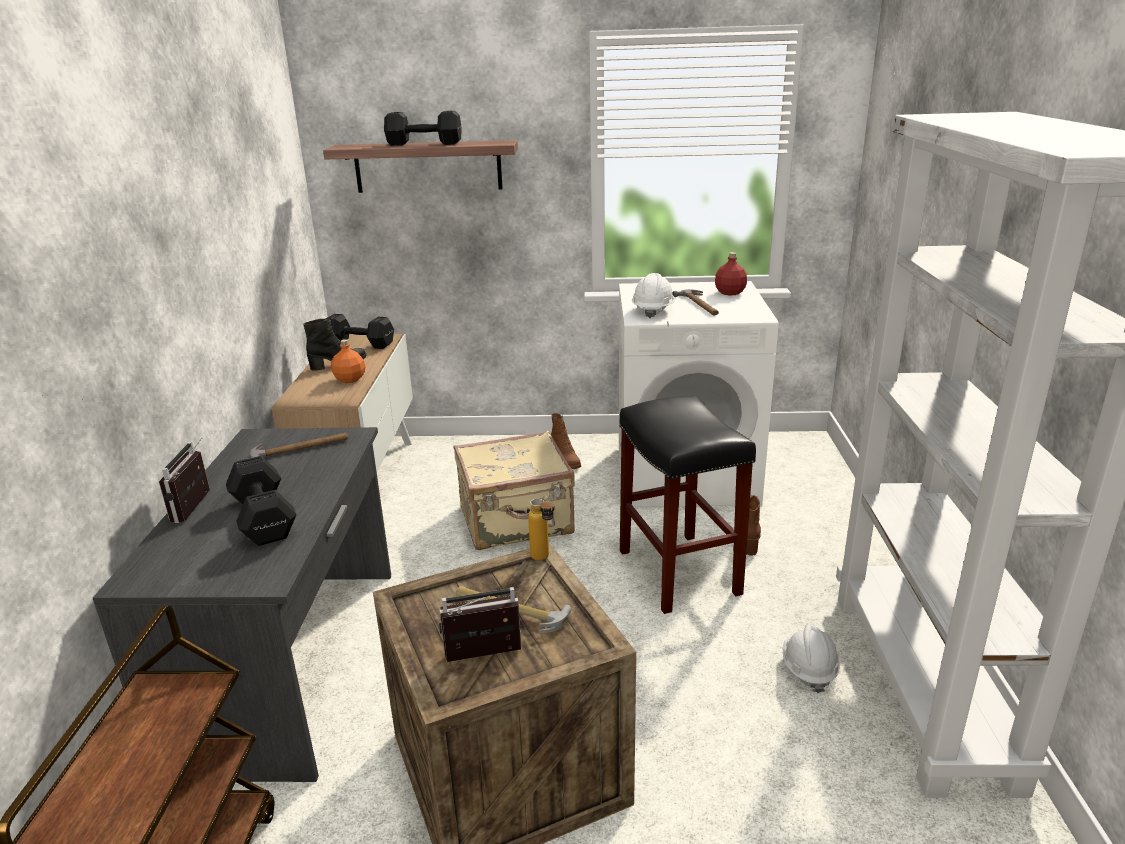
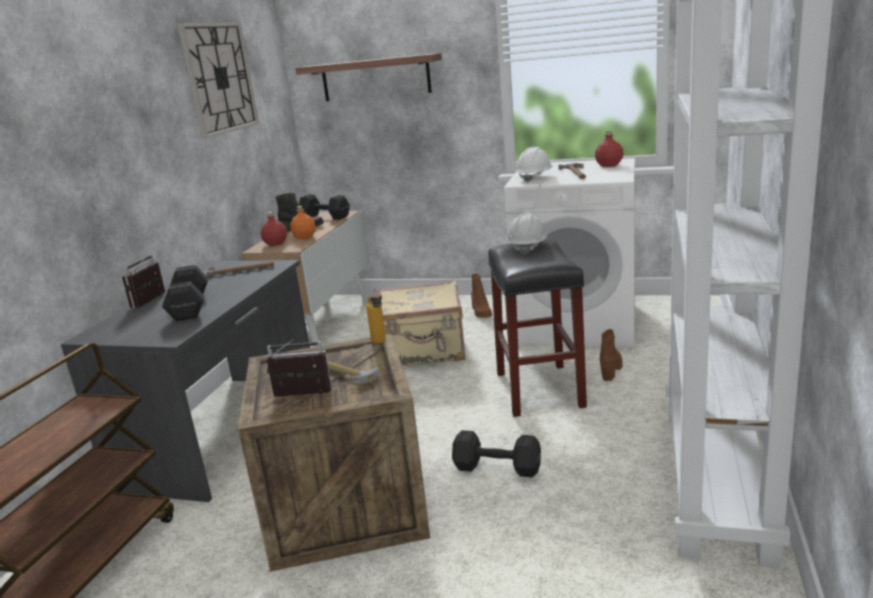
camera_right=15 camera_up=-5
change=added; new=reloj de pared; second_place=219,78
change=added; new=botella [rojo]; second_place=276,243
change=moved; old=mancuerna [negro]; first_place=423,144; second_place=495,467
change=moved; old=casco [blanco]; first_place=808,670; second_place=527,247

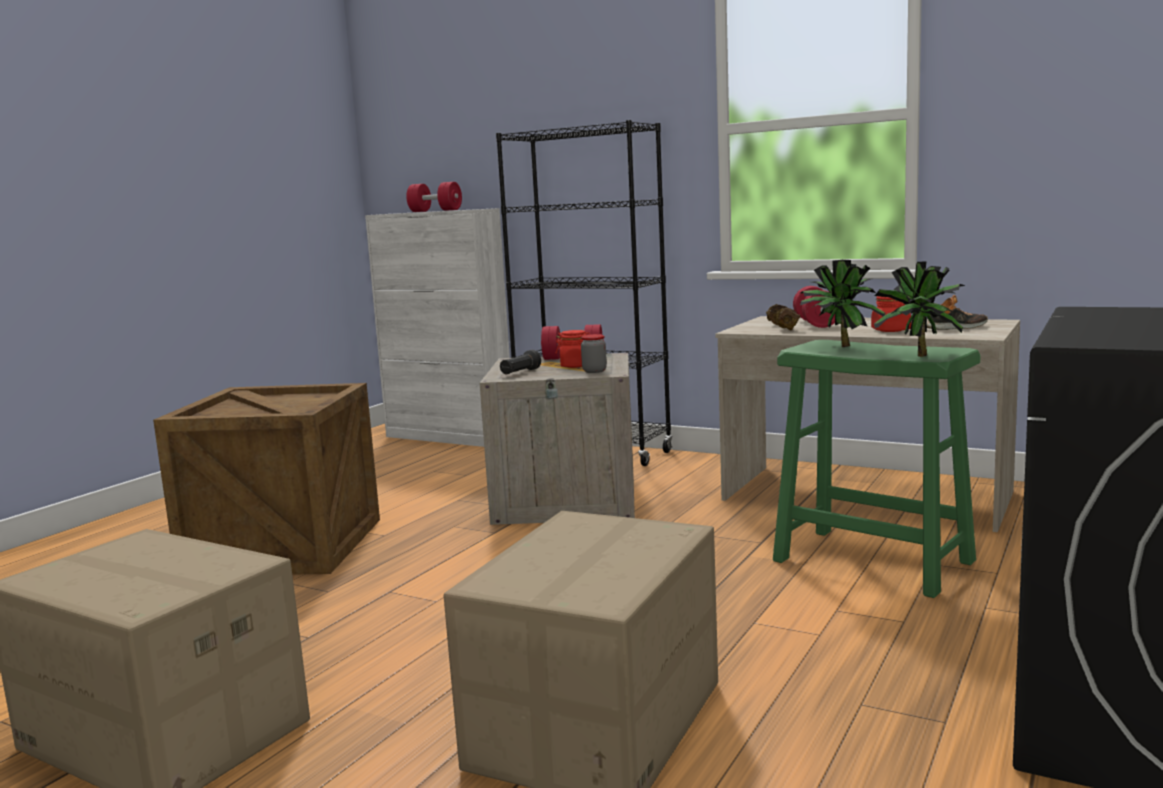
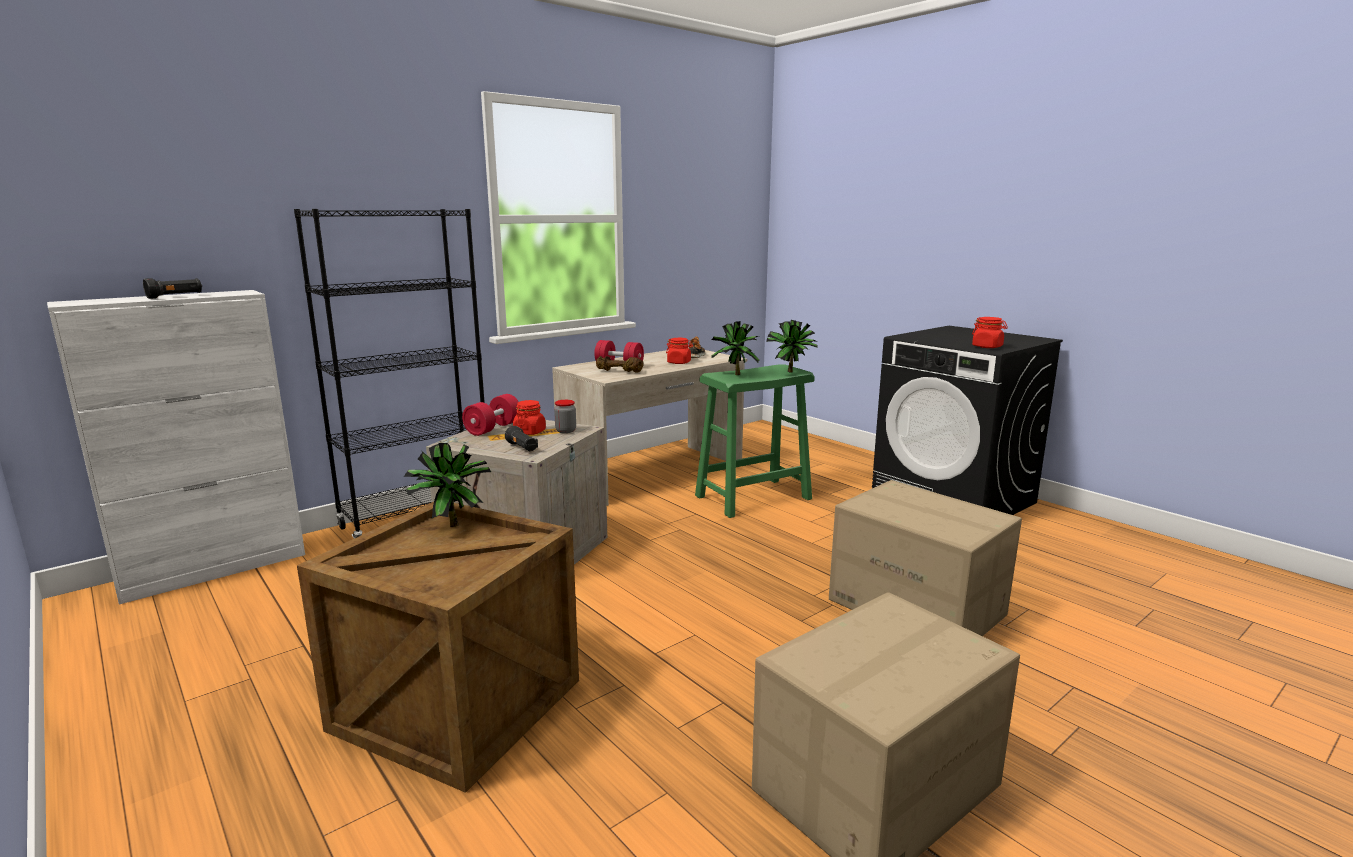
camera_right=-70 camera_up=5
change=replaced; old=mancuerna [rojo]; new=linterna [negro]; first_place=435,211; second_place=175,296
change=added; new=planta en maceta; second_place=450,524
change=added; new=tarro [rojo]; second_place=987,347

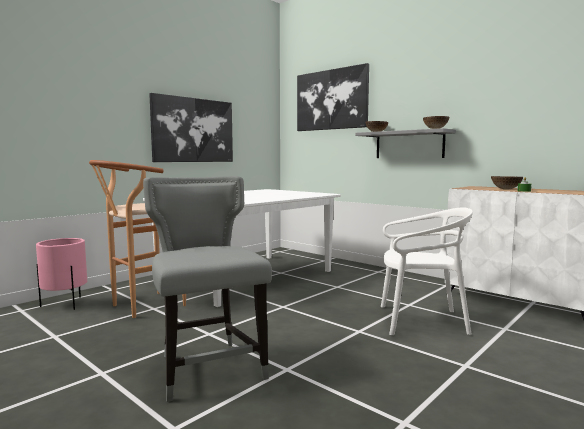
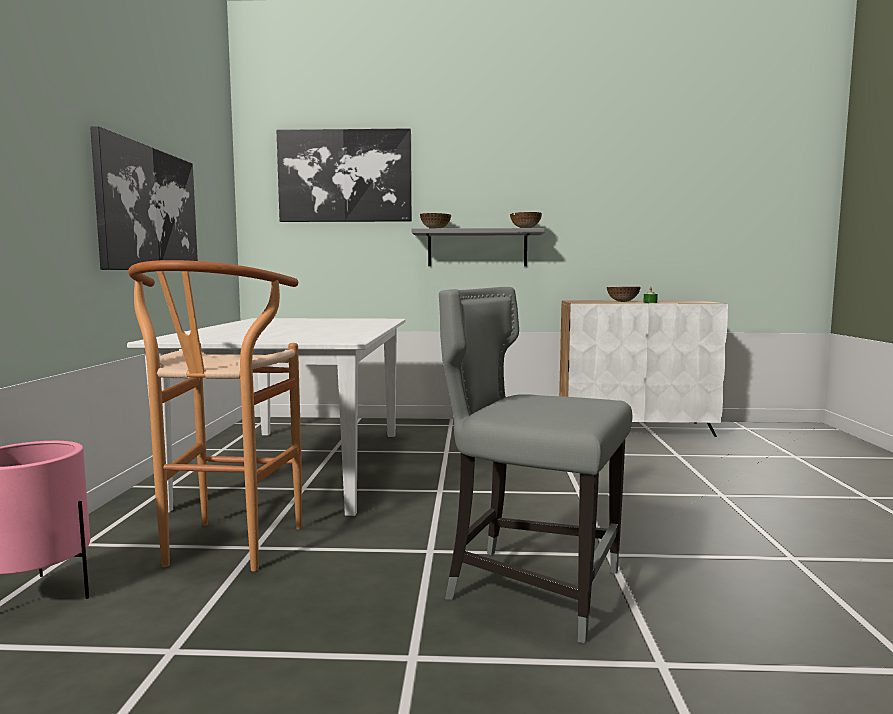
camera_right=-40 camera_up=0
change=removed; old=silla [blanco]; first_place=421,321

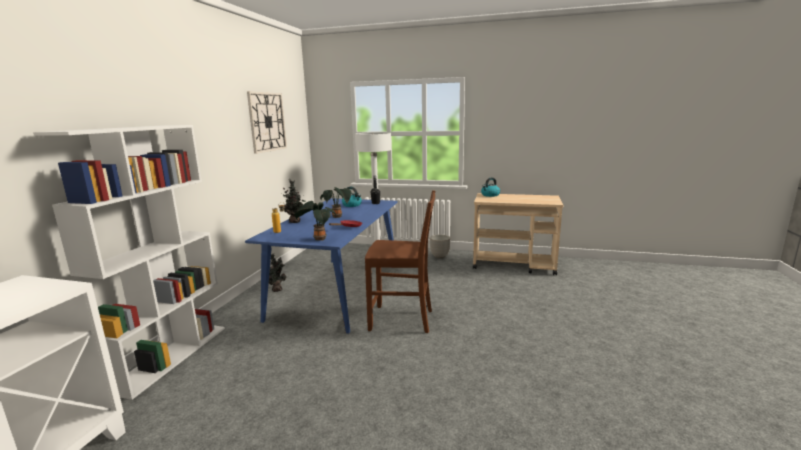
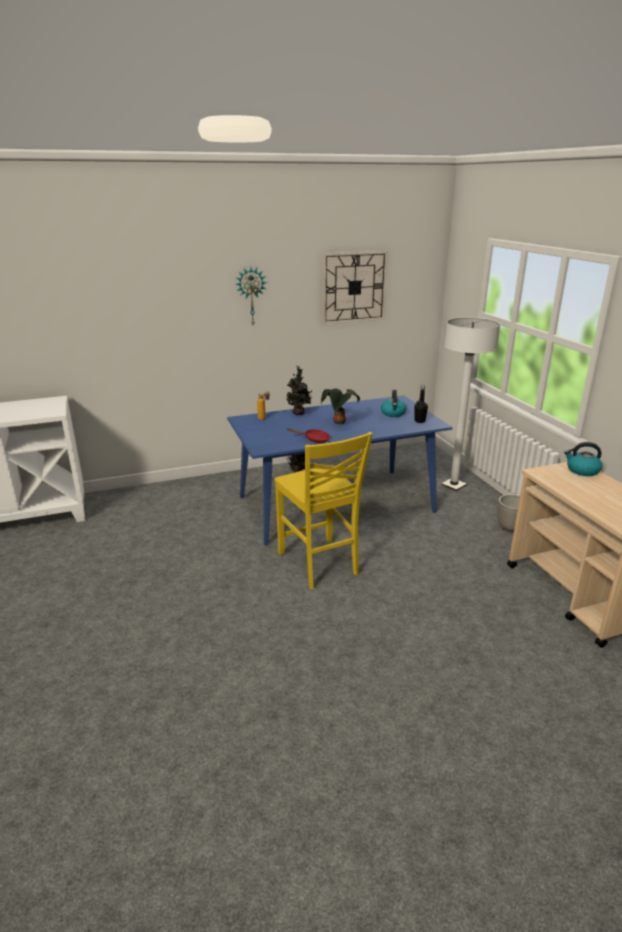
camera_right=55 camera_up=10
change=added; new=reloj de pared; second_place=251,296
change=recoloured; old=silla [marrón]; new=silla [amarillo]; first_place=402,320; second_place=319,564
change=removed; old=estantería [blanco]; first_place=170,356
change=removed; old=planta en maceta; first_place=318,239

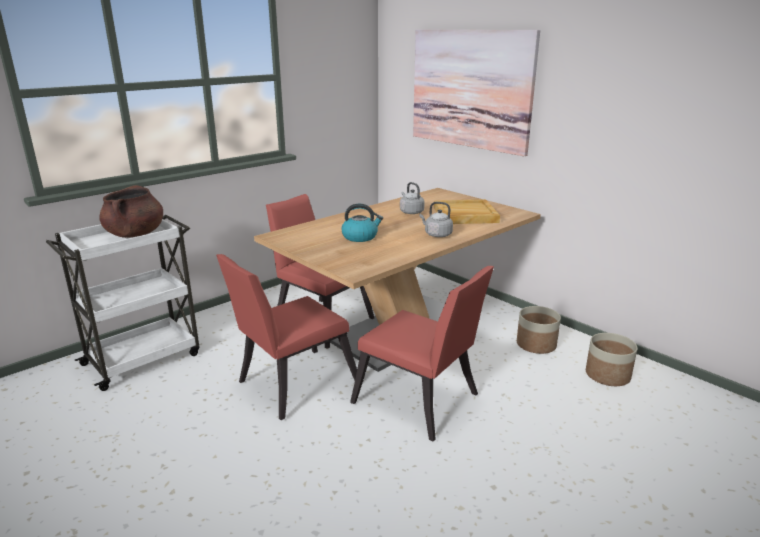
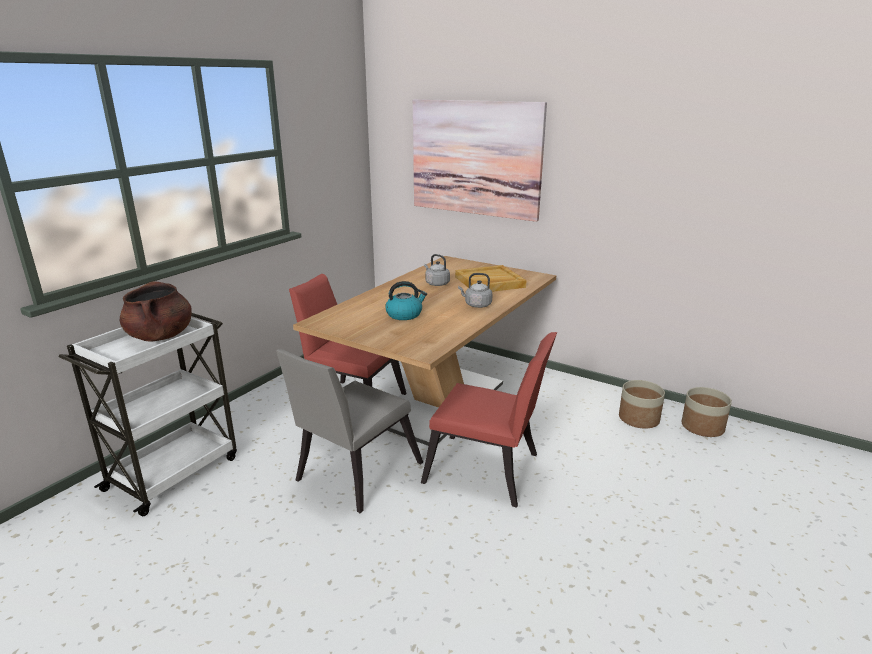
camera_right=-15 camera_up=0
change=recoloured; old=silla [rojo]; new=silla [gris]; first_place=292,385; second_place=353,475
change=moved; old=maceta; first_place=536,344; second_place=702,427

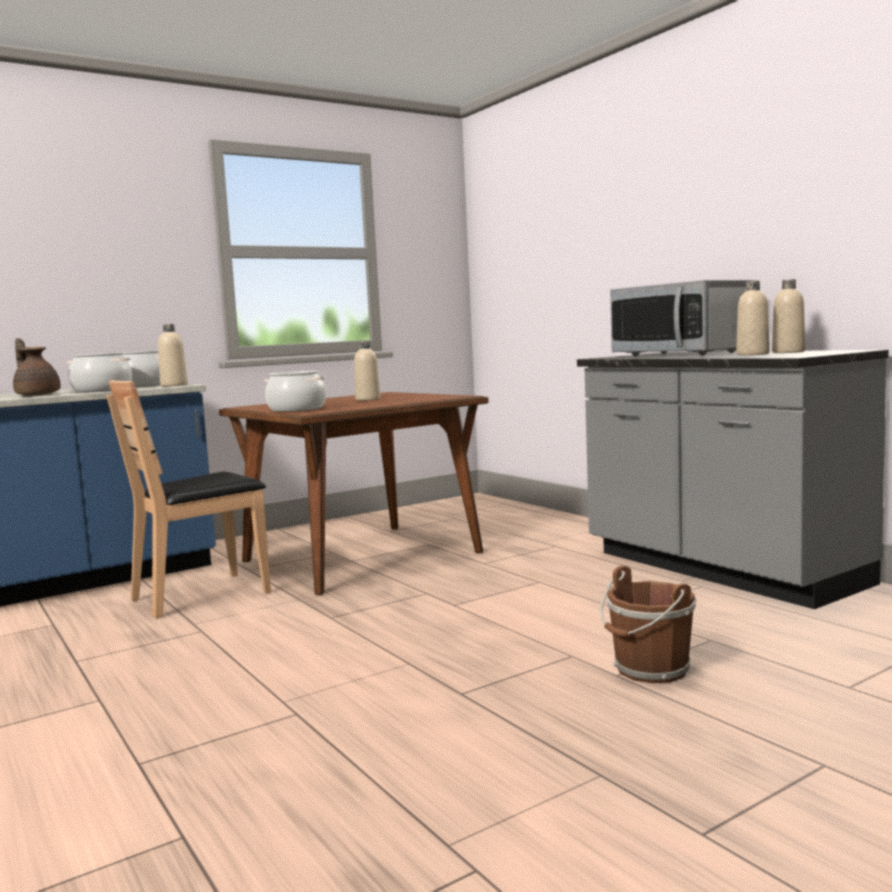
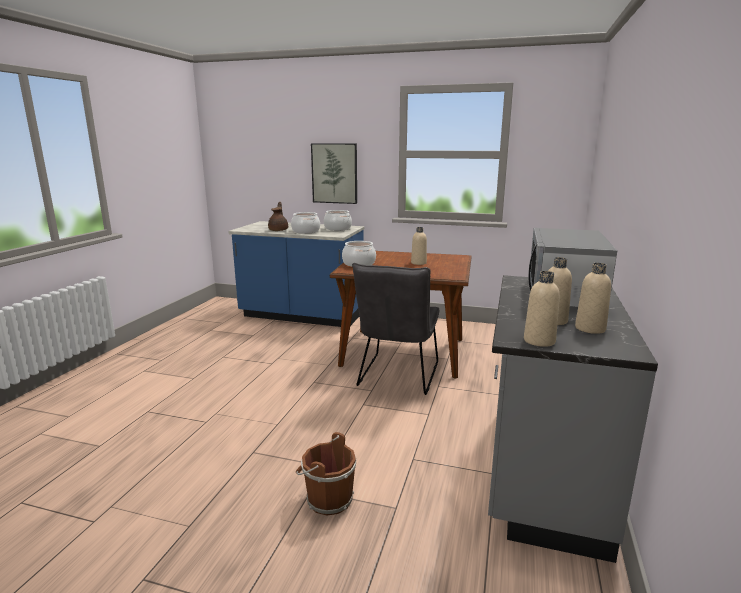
camera_right=50 camera_up=10
change=added; new=cuadro; second_place=334,173
change=added; new=silla [gris]; second_place=397,377
change=moved; old=botella [beis]; first_place=174,385; second_place=539,341
change=removed; old=silla [marrón]; first_place=202,595

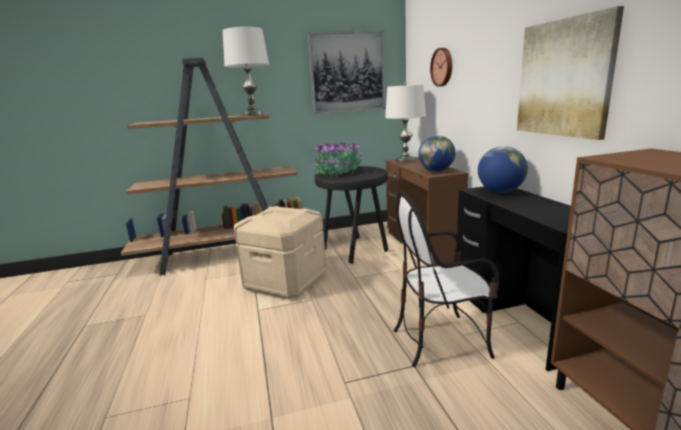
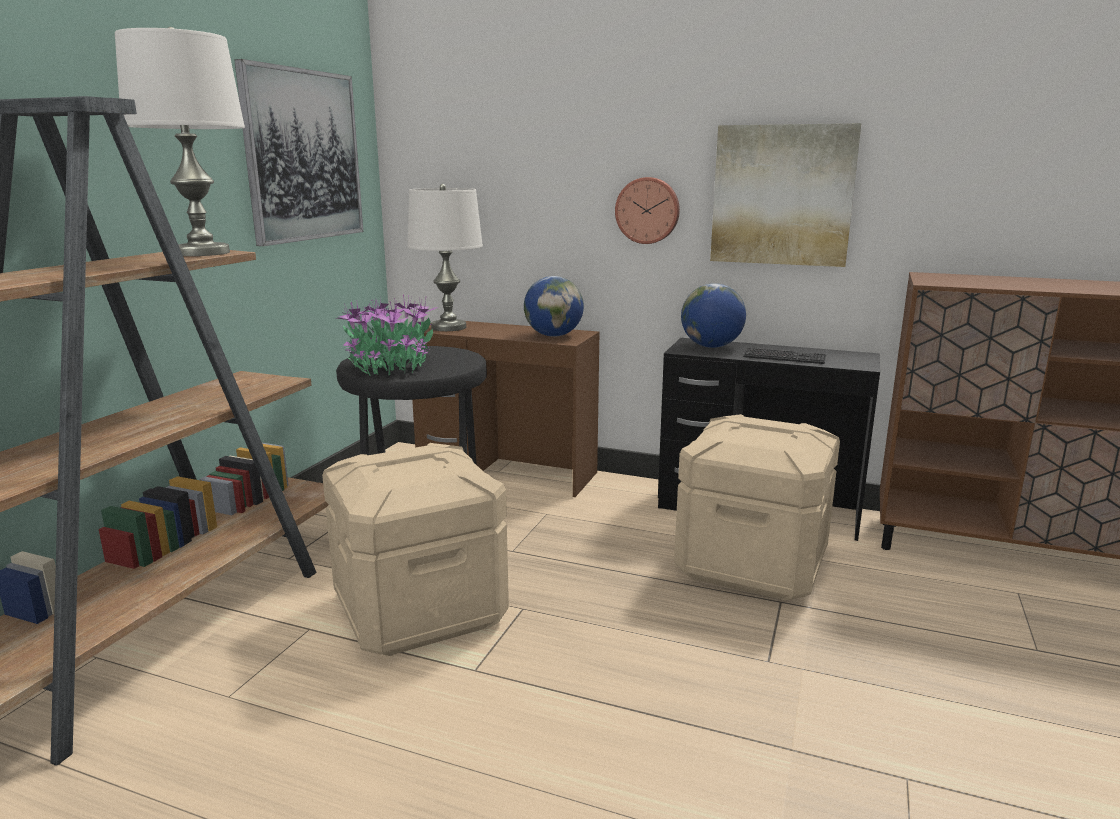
camera_right=-55 camera_up=0
change=moved; old=reloj de pared; first_place=442,67; second_place=648,210
change=replaced; old=silla; new=caja de almacenaje [beis]; first_place=441,340; second_place=750,565
change=added; new=teclado; second_place=784,358

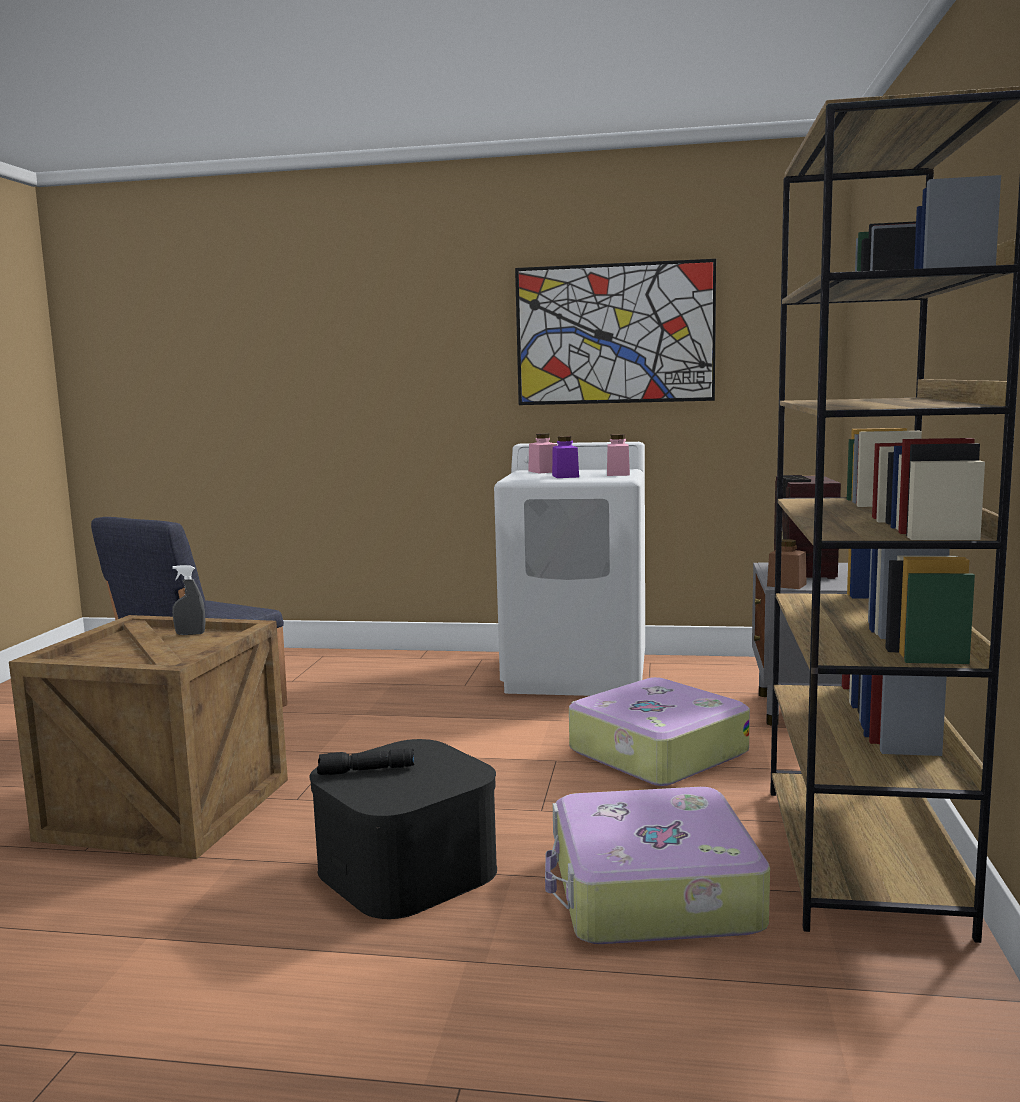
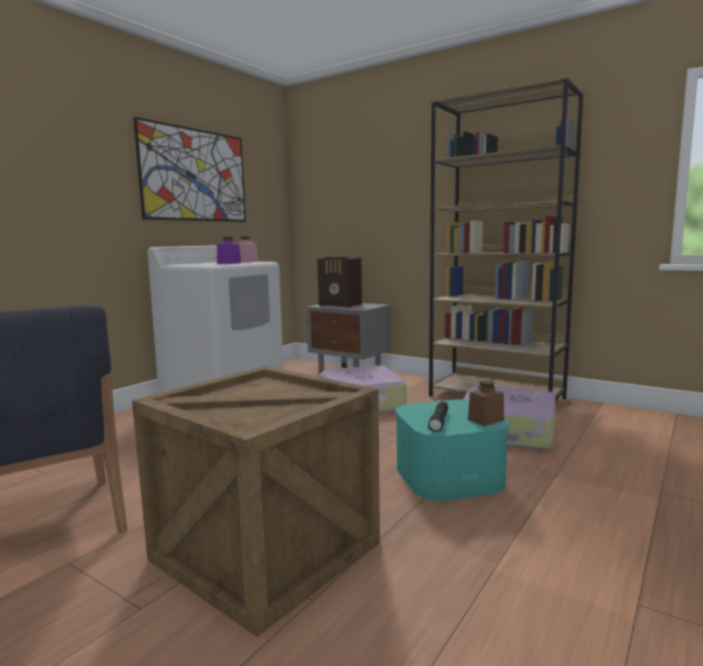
camera_right=-65 camera_up=0
change=recoloured; old=caja de almacenaje [negro]; new=caja de almacenaje [turquesa]; first_place=408,869; second_place=449,475
change=moved; old=tarro [marrón]; first_place=786,585; second_place=485,420
change=removed; old=pulverizador [gris]; first_place=190,634
change=removed; old=tarro [rosa]; first_place=543,471

